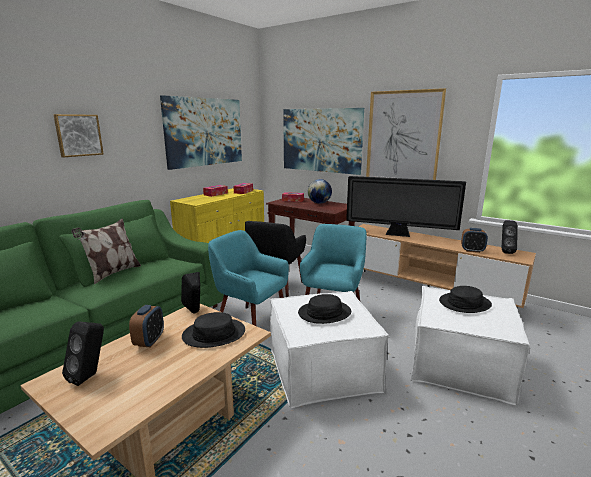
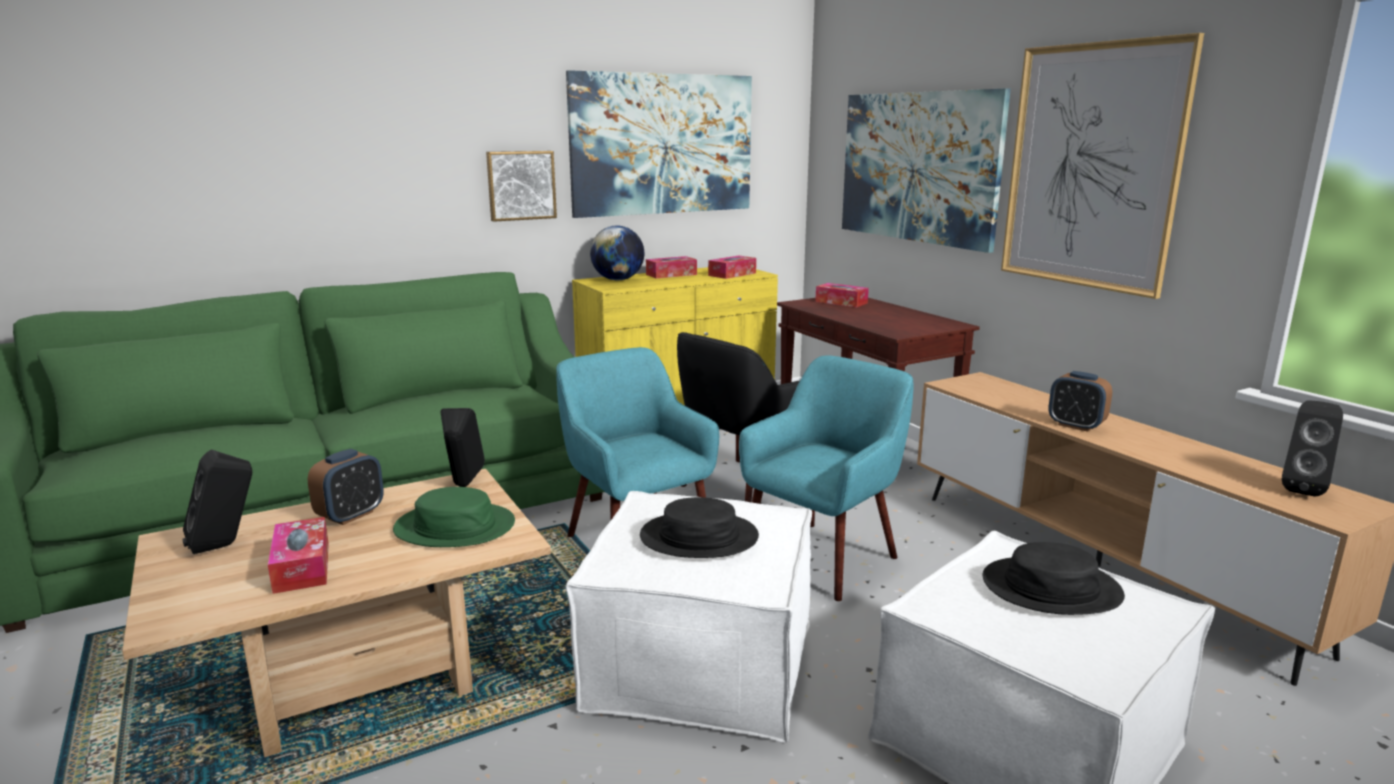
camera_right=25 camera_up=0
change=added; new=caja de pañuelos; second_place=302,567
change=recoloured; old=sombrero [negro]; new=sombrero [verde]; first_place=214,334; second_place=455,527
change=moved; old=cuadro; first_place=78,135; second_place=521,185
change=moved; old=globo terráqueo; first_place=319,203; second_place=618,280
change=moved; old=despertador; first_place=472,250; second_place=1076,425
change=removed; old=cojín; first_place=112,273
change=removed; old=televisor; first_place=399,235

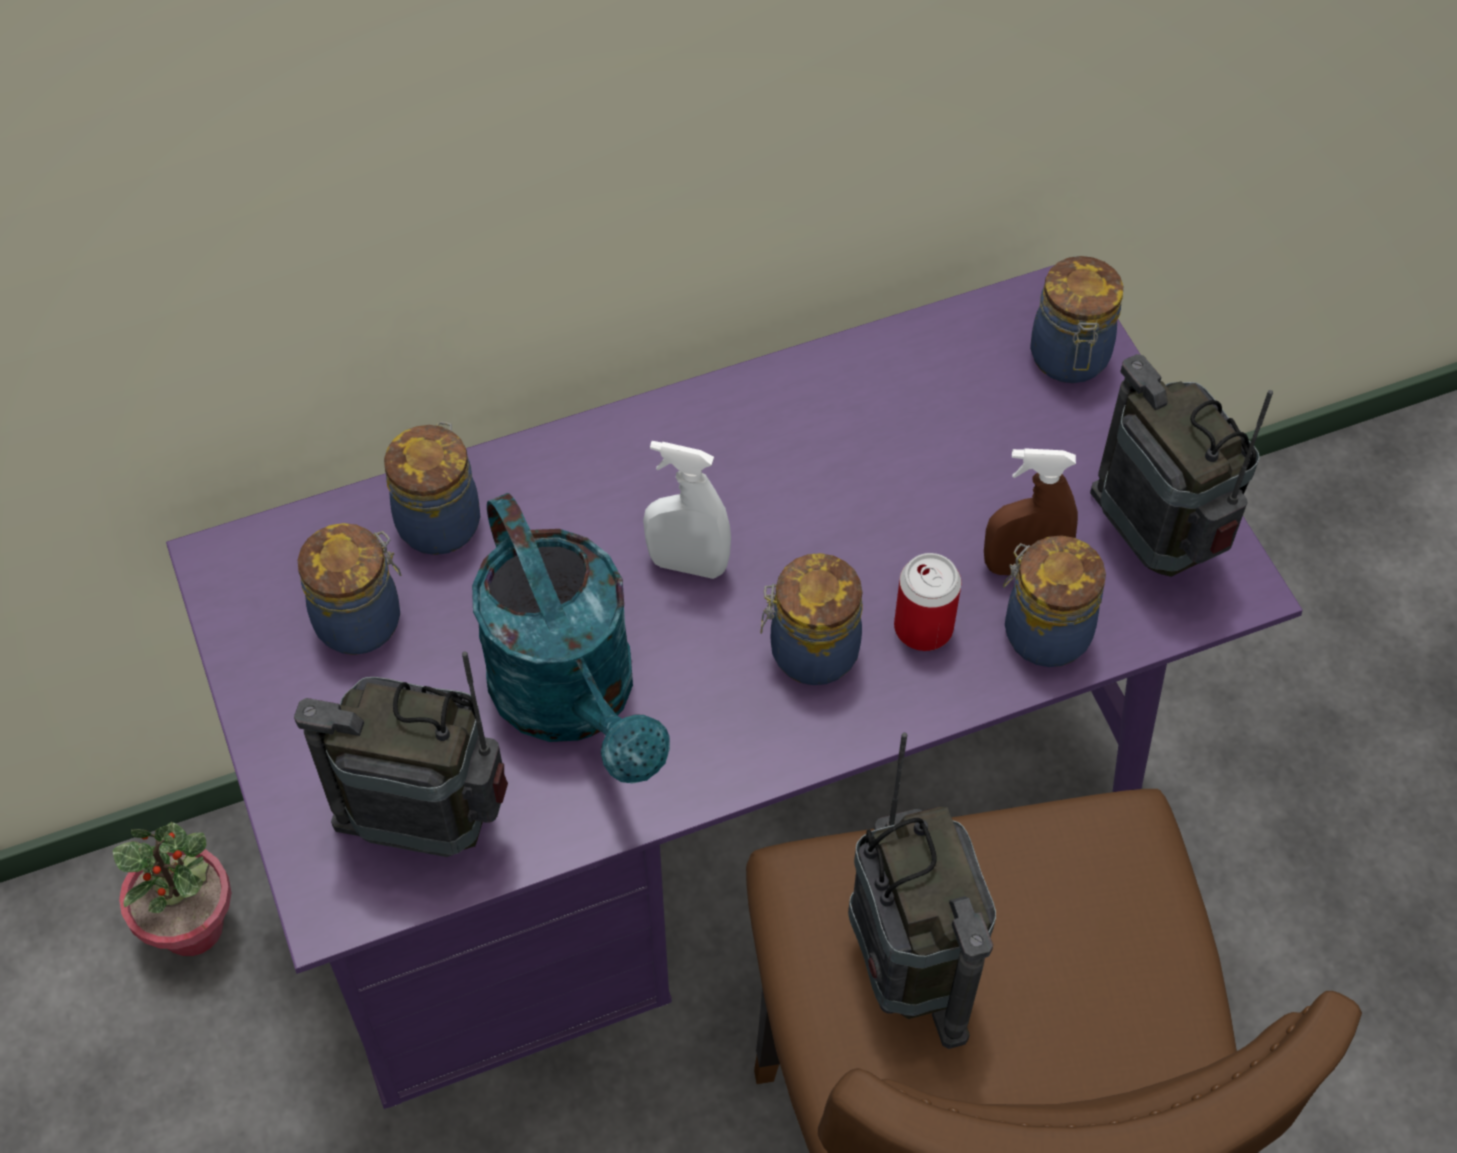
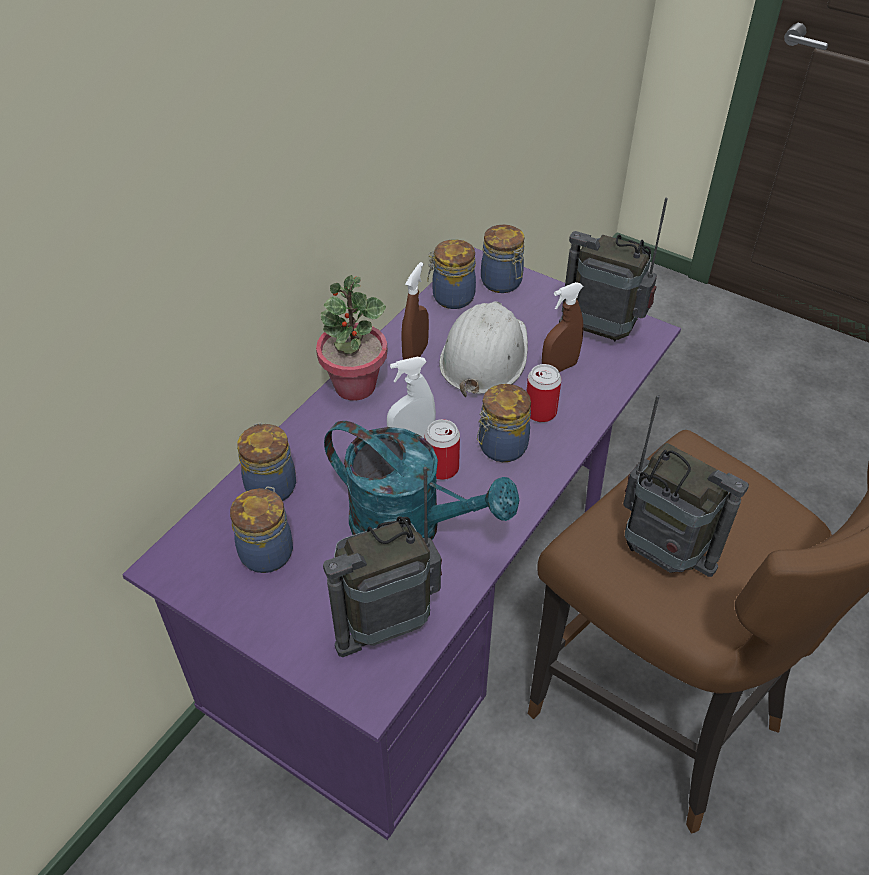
camera_right=-35 camera_up=-10
change=moved; old=planta en maceta; first_place=192,926; second_place=355,385
change=added; new=pulverizador [marrón]; second_place=415,354
change=added; new=lata; second_place=442,468
change=moved; old=tarro; first_place=1043,631; second_place=451,297
change=added; new=casco [blanco]; second_place=484,356

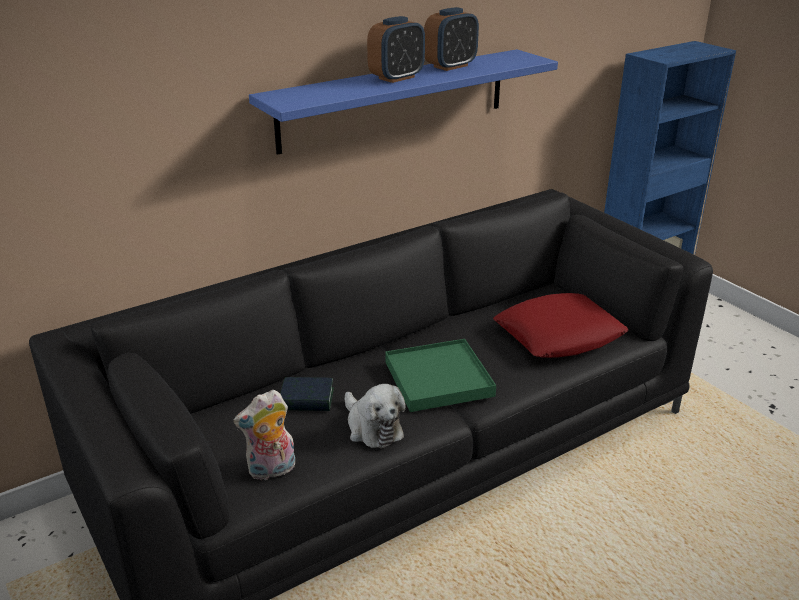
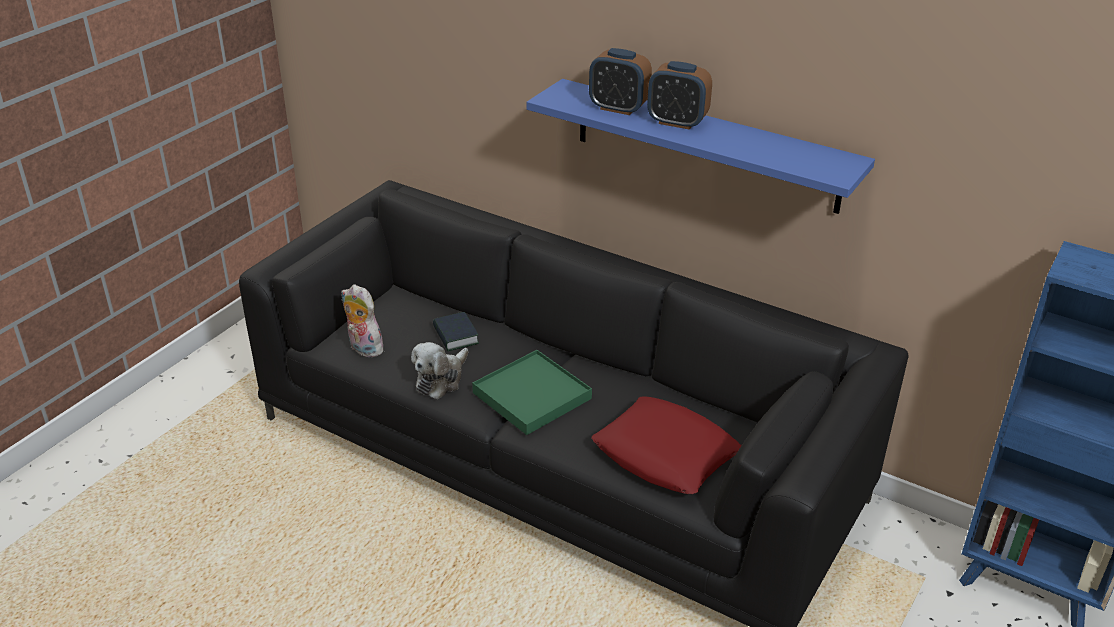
camera_right=65 camera_up=5
change=moved; old=despertador; first_place=450,66; second_place=618,108

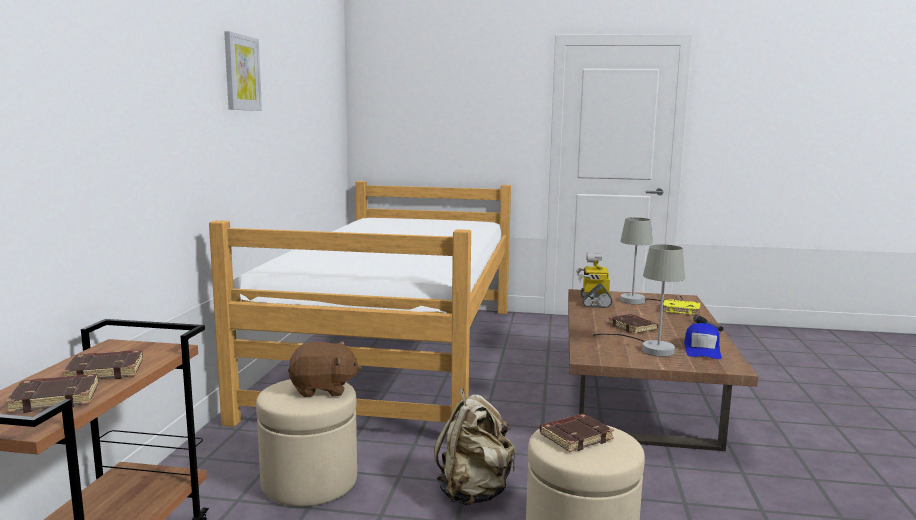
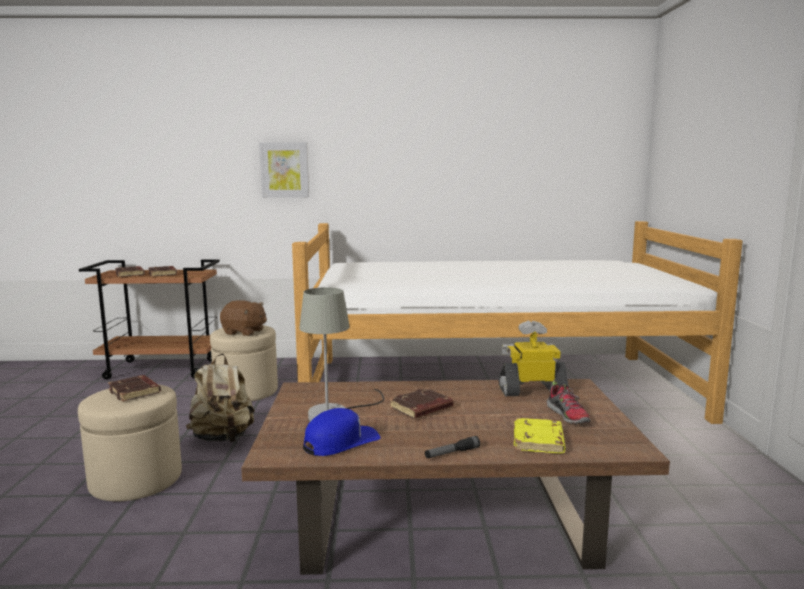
camera_right=80 camera_up=0
change=turned; old=peluche [marrón]; first_place=323,389; second_place=244,332; degrees=-60
change=moved; old=cuadro; first_place=241,73; second_place=284,170
change=turned; old=gorra [azul]; first_place=702,349; second_place=341,441; degrees=135
change=replaced; old=lámpara de mesa [gris]; new=zapato; first_place=640,301; second_place=568,416

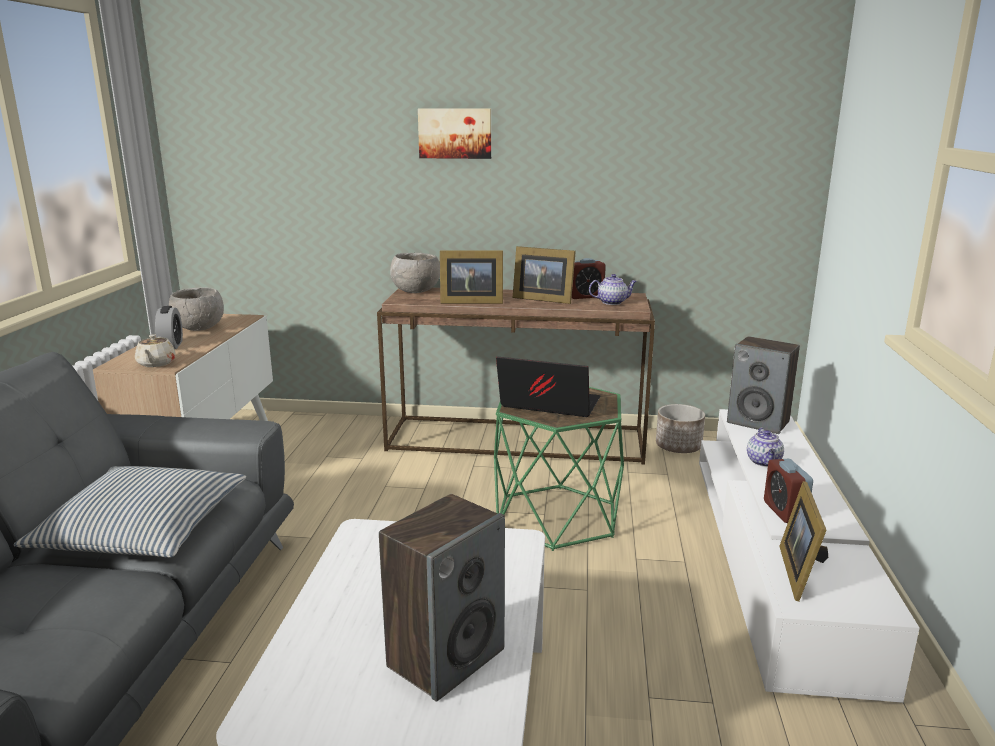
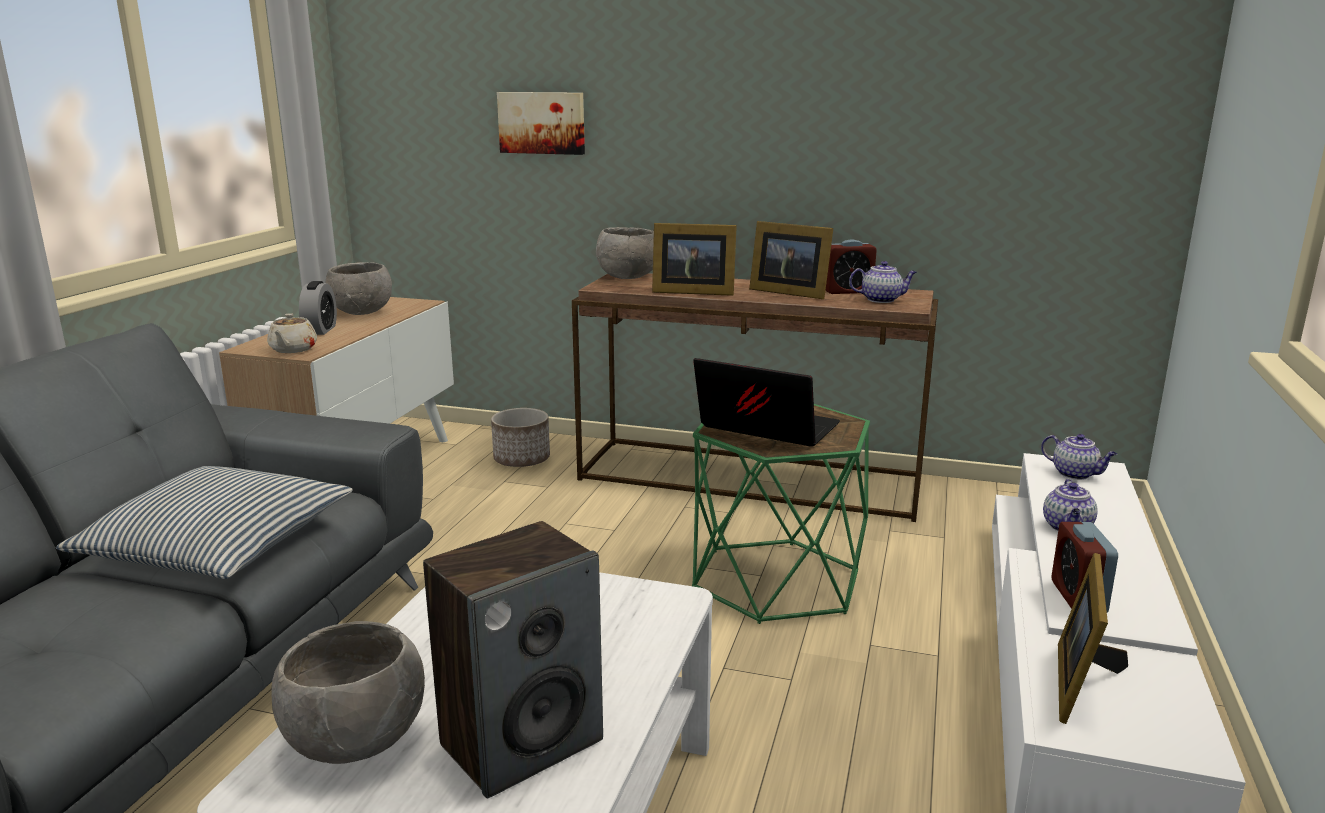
camera_right=10 camera_up=0
change=added; new=cuenco [gris]; second_place=357,741
change=moved; old=maceta; first_place=678,446; second_place=522,460
change=moved; old=cuadro; first_place=455,133; second_place=542,123
change=replaced; old=altavoz; new=tetera; first_place=758,422; second_place=1075,474

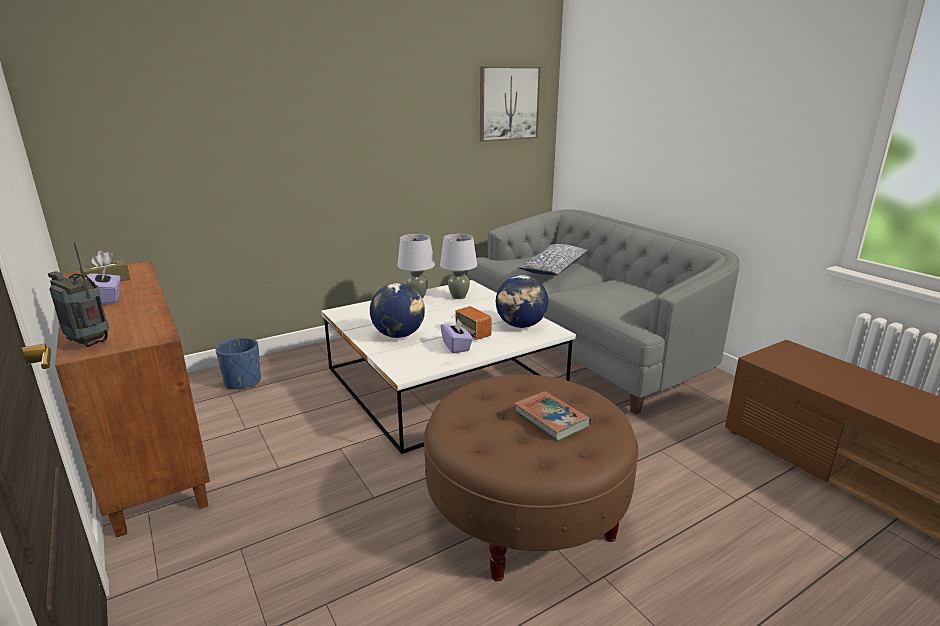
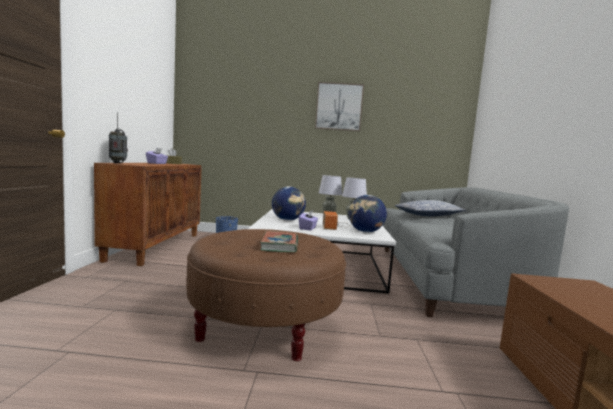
camera_right=35 camera_up=-15
change=moved; old=cuadro; first_place=508,103; second_place=339,107

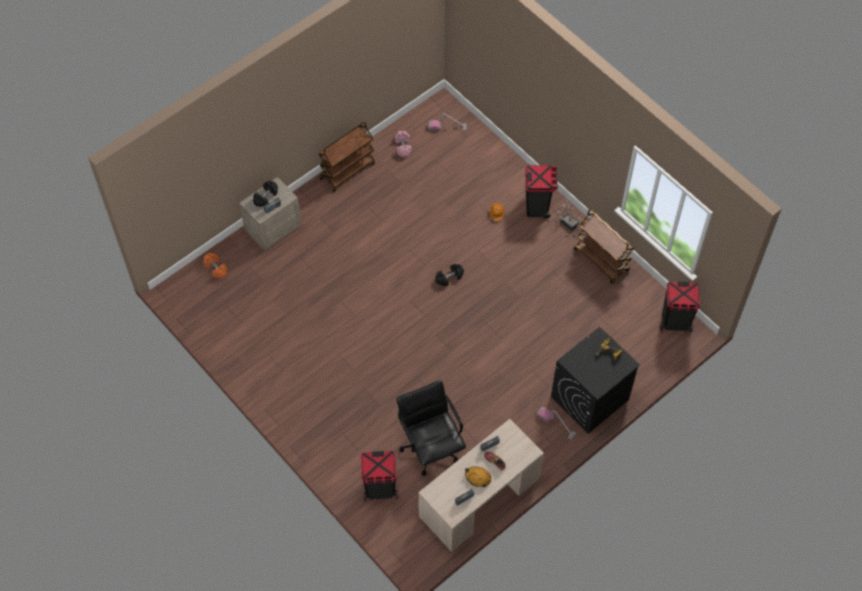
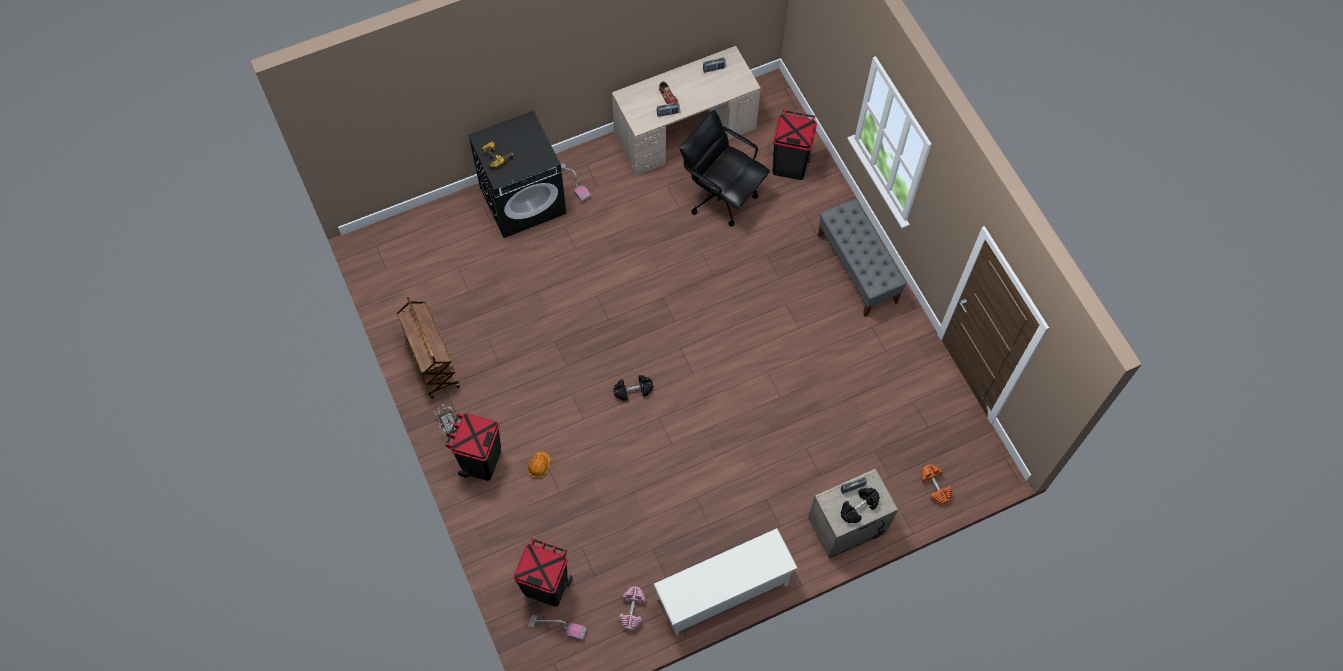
camera_right=-165 camera_up=5
change=moved; old=papelera [negro]; first_place=675,322; second_place=546,586
change=replaced; old=carrito [marrón]; new=zapatero [blanco]; first_place=347,171; second_place=722,592
change=turned; old=silla de oficina [negro]; first_place=430,446; second_place=721,195; degrees=135
change=added; new=banco [gris]; second_place=857,269
change=removed; old=casco [naranja]; first_place=478,477

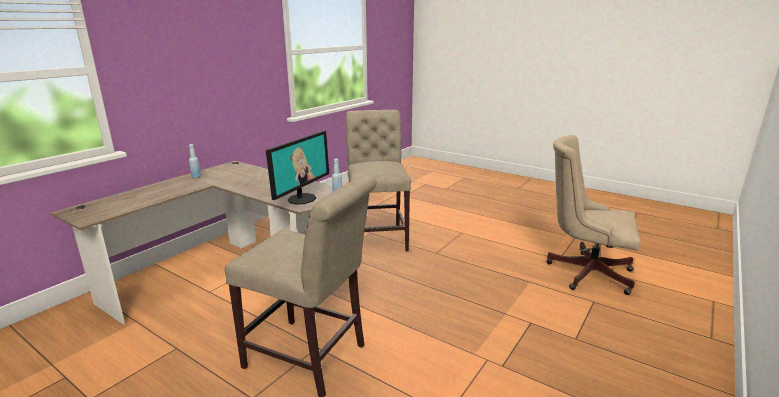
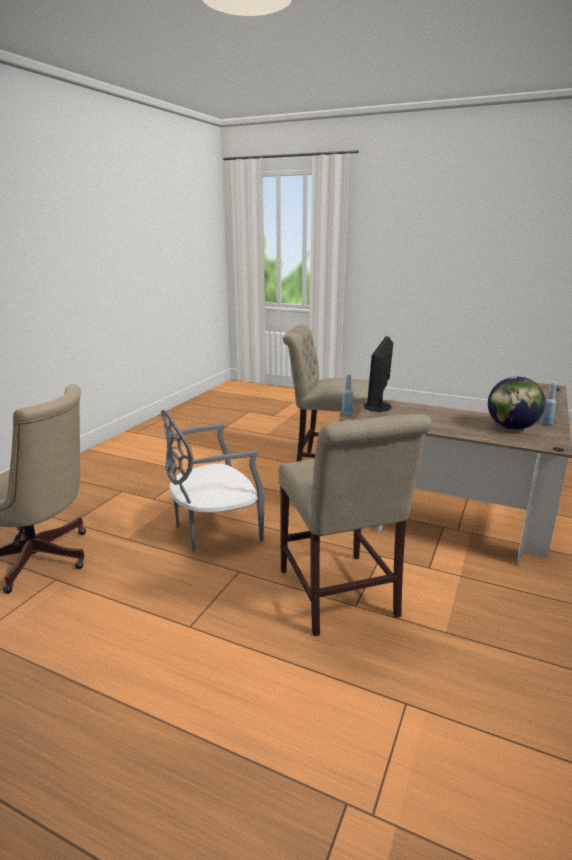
camera_right=170 camera_up=0
change=added; new=silla [gris]; second_place=214,530
change=added; new=globo terráqueo; second_place=511,428

